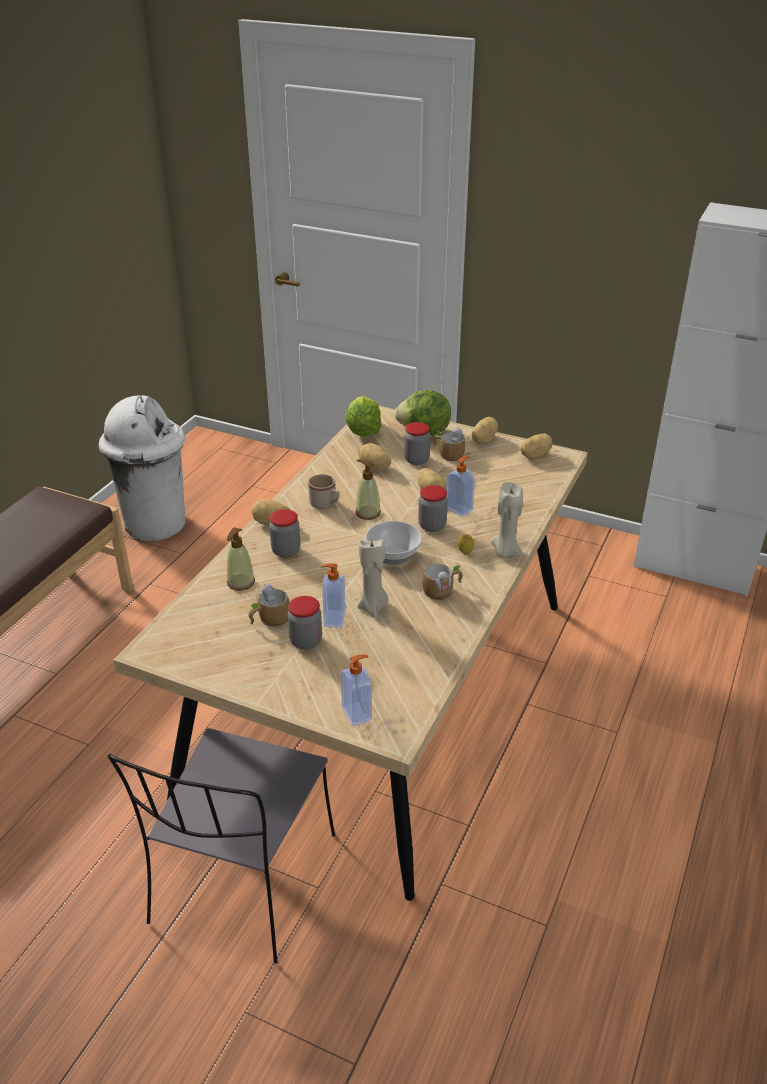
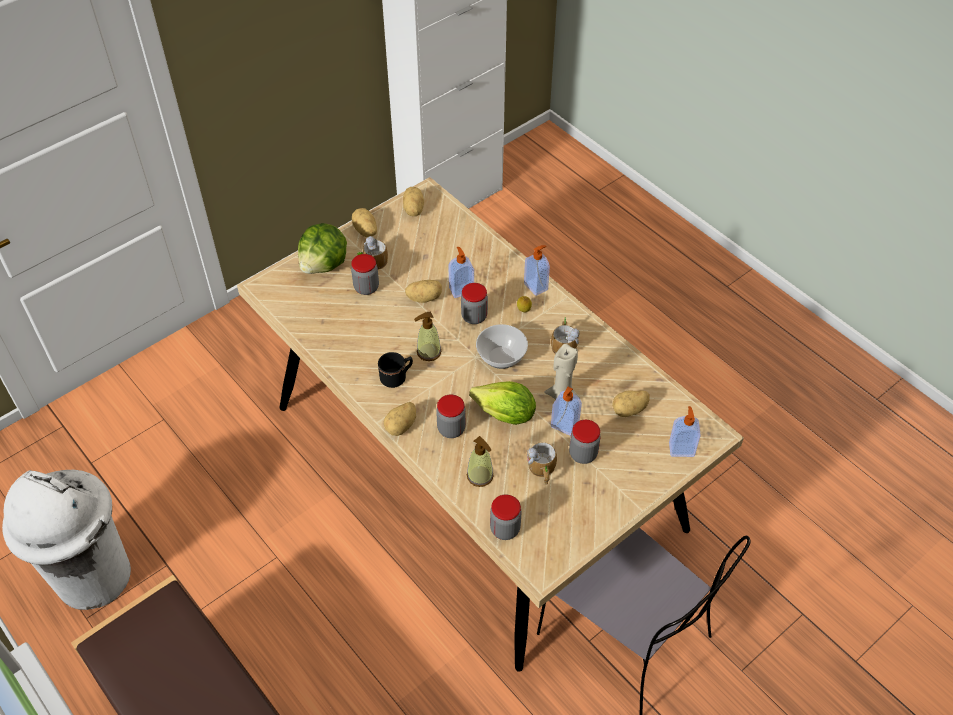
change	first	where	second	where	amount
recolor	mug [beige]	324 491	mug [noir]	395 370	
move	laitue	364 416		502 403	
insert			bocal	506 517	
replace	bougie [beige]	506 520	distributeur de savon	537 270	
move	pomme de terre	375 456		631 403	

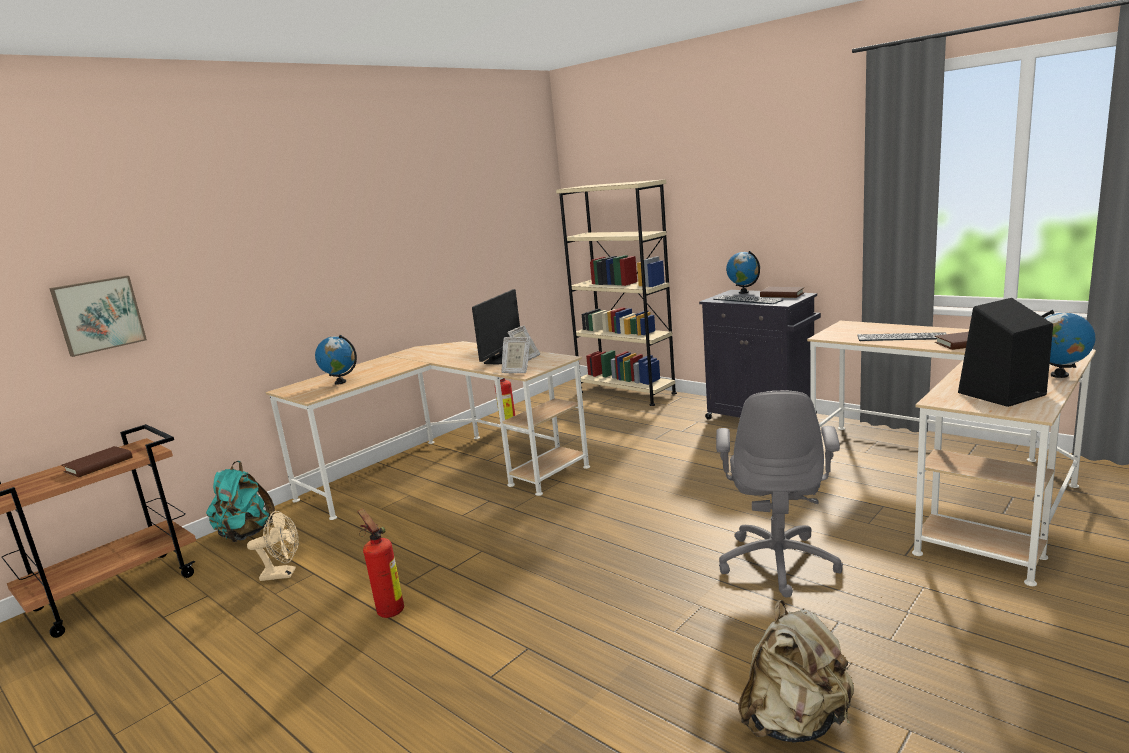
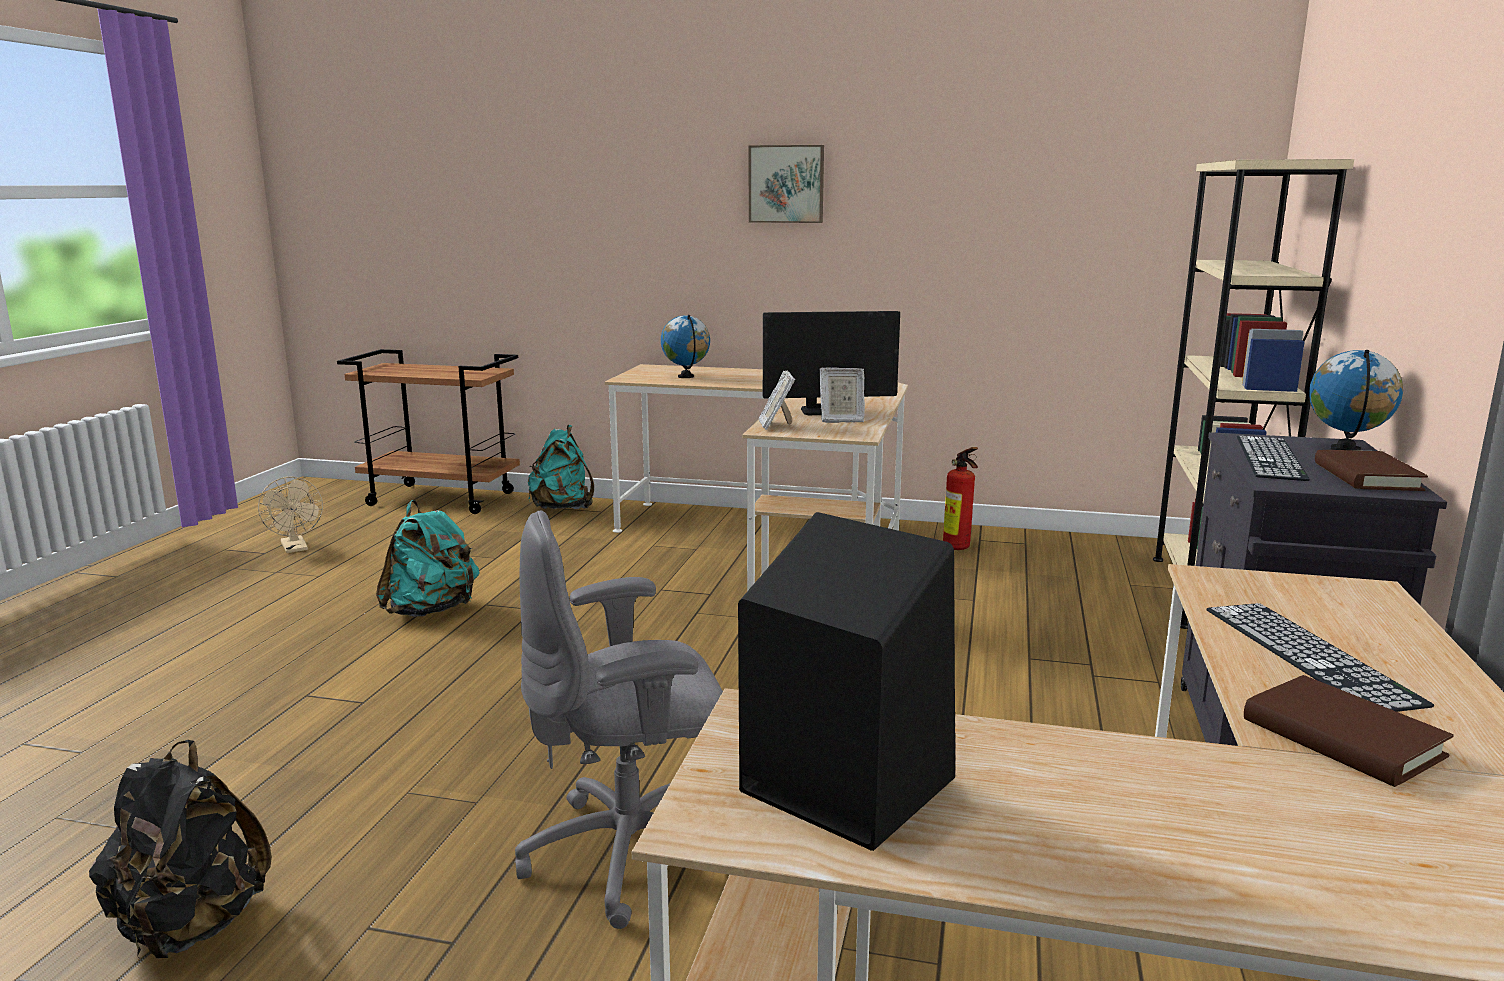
change	first	where	second	where	amount
recolor	sac à dos [beige]	796 671	sac à dos [noir]	180 849	
move	ventilateur [beige]	273 546		290 514	
replace	extincteur	380 563	sac à dos [turquoise]	427 558	
move	tableau	98 316		786 184	
delete	livre [marron]	97 461			
delete	globe	1068 344			

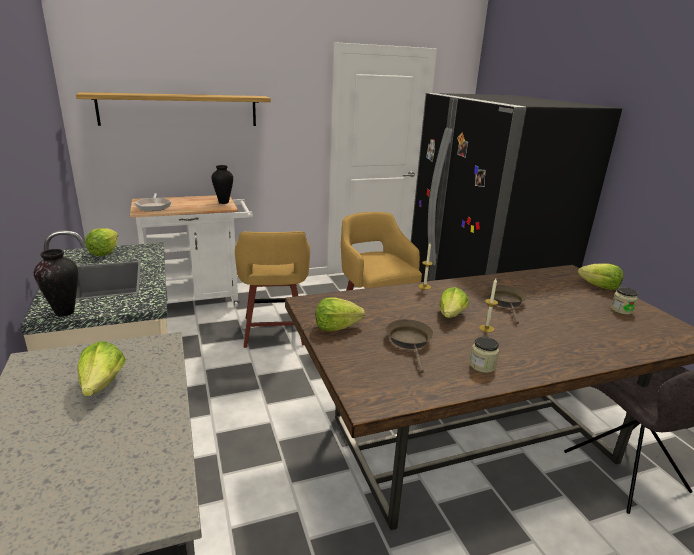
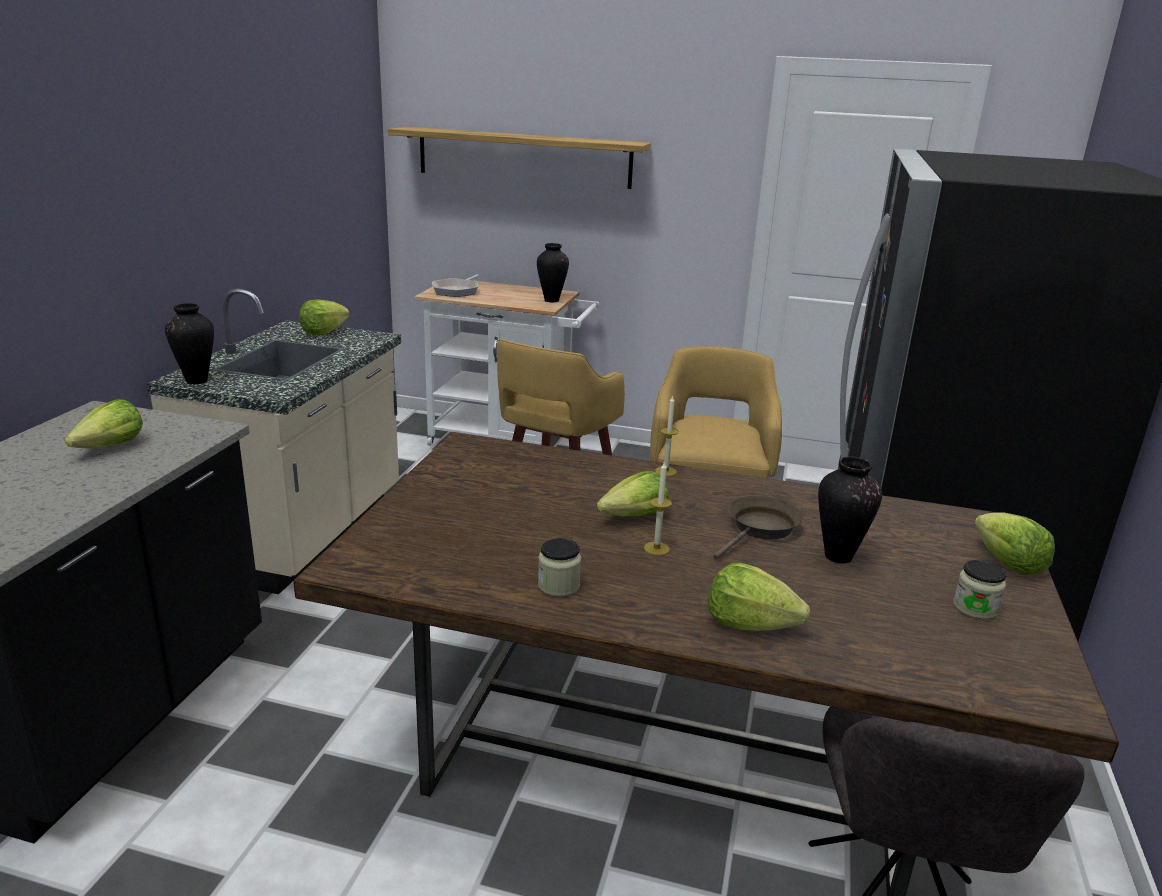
change	first	where	second	where	amount
move	laitue	340 314		759 597	
insert			vase	850 510	
delete	poêle [marron]	409 346			

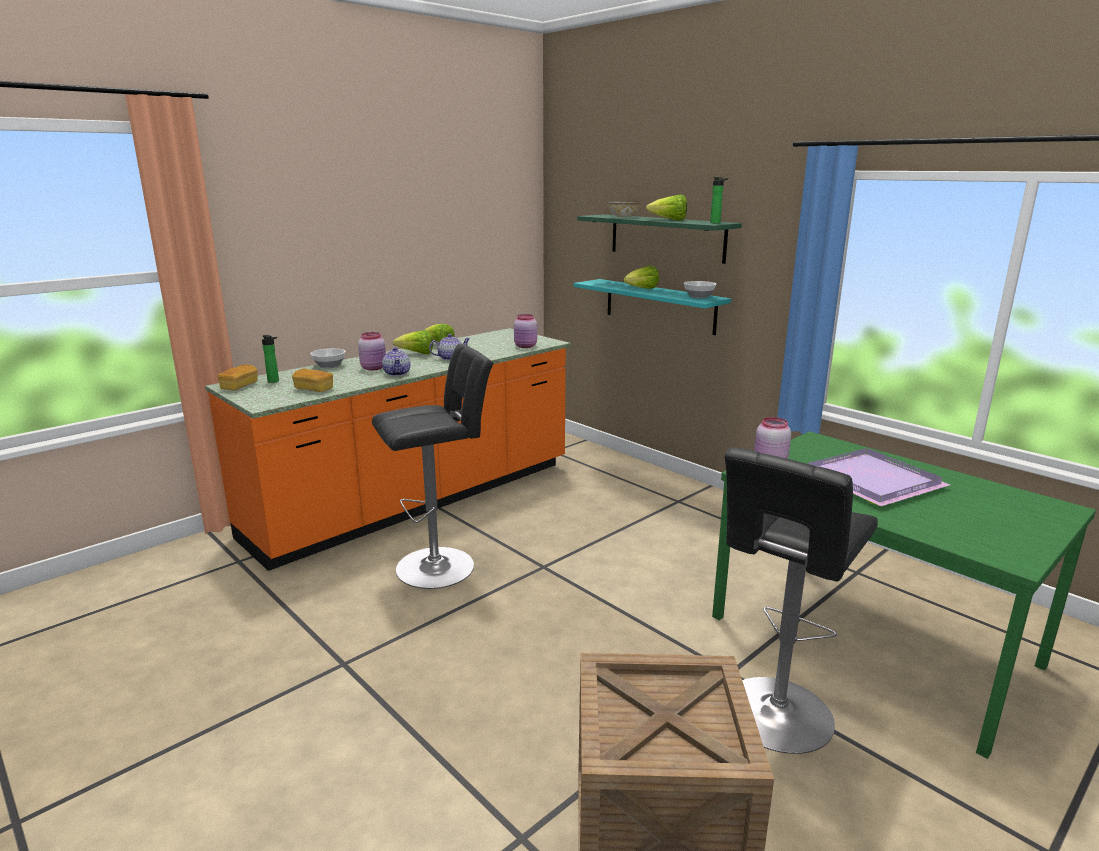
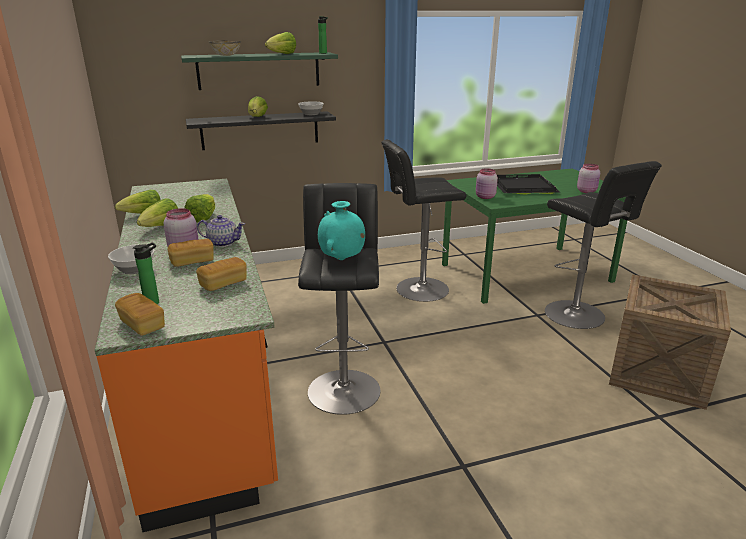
change	first	where	second	where	amount
insert			pain	191 253	
replace	théière	450 347	laitue	199 208	
recolor	étagère [turquoise]	652 307	étagère [noir]	261 130	
insert			vase [turquoise]	341 230	
insert			tabouret [noir]	423 220	
recolor	plateau [violet]	879 477	plateau [noir]	528 184	
move	bocal [rose]	525 331		588 178	

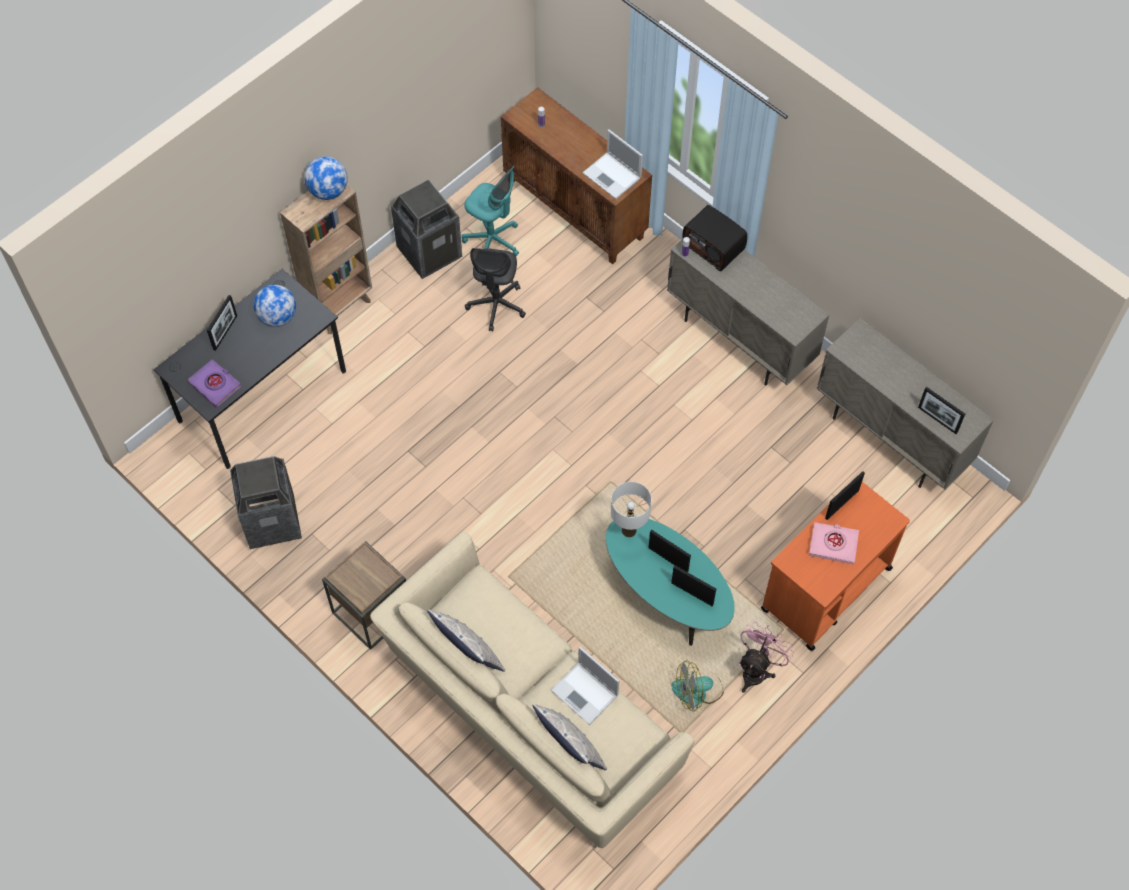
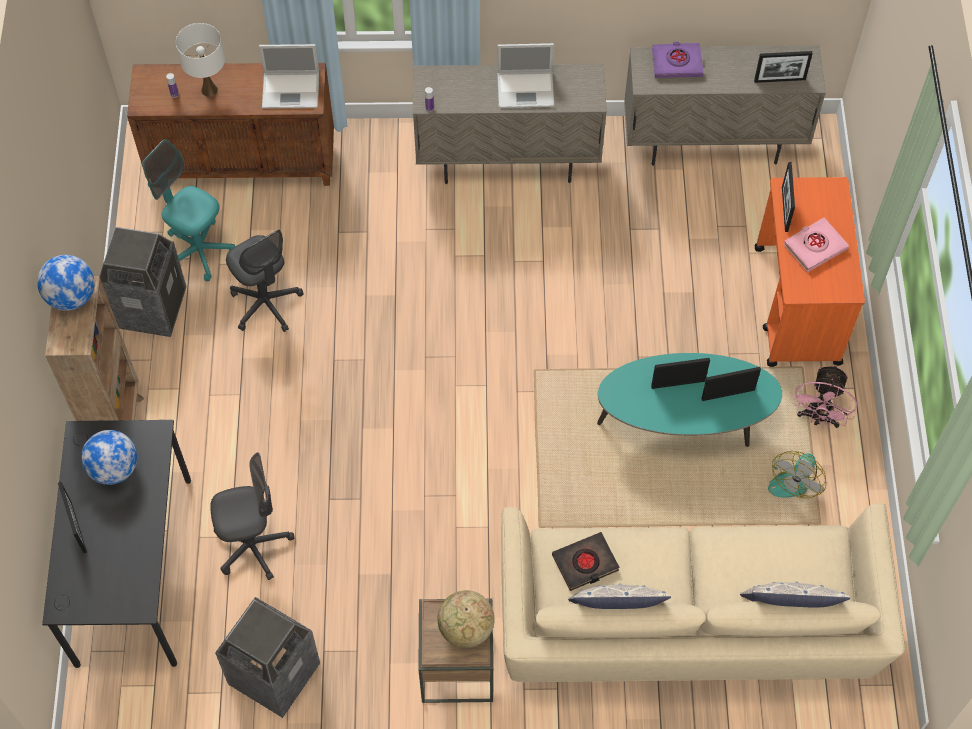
change	first	where	second	where	amount
rotate	chaise de bureau [turquoise]	490 210		188 210	135 degrees counterclockwise
move	lampe de table [blanc]	631 509		200 60	
insert			chaise de bureau [gris]	252 516	
insert			globe	466 619	
move	ordinateur portable	585 685		525 75	
insert			livre [noir]	586 561	
move	livre [violet]	214 383		678 60	
rotate	ventilateur [rose]	766 657		825 396	150 degrees counterclockwise
delete	radio	714 238			

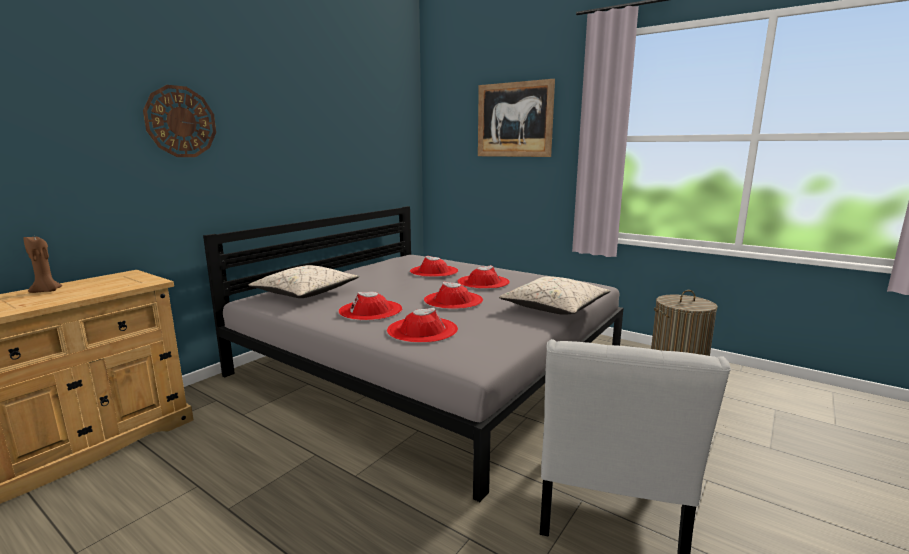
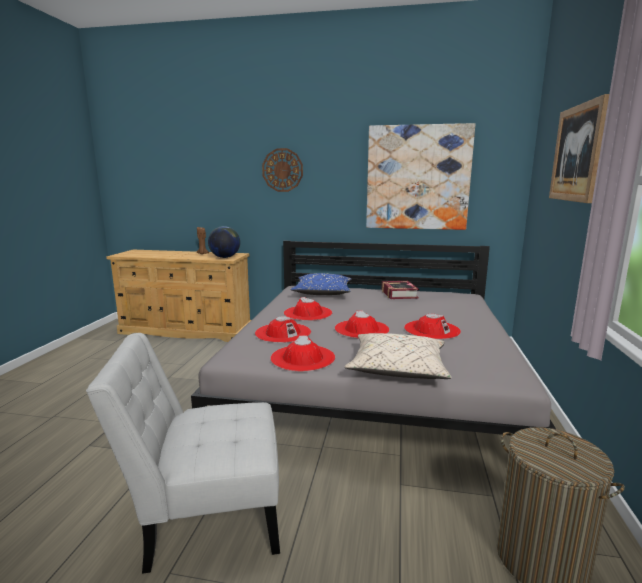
change	first	where	second	where	amount
insert			globe	224 242	
move	chapeau [rouge]	434 266		302 353	
recolor	coussin [beige]	303 281	coussin [bleu]	321 284	
insert			tableau	420 176	
insert			livre	400 290	

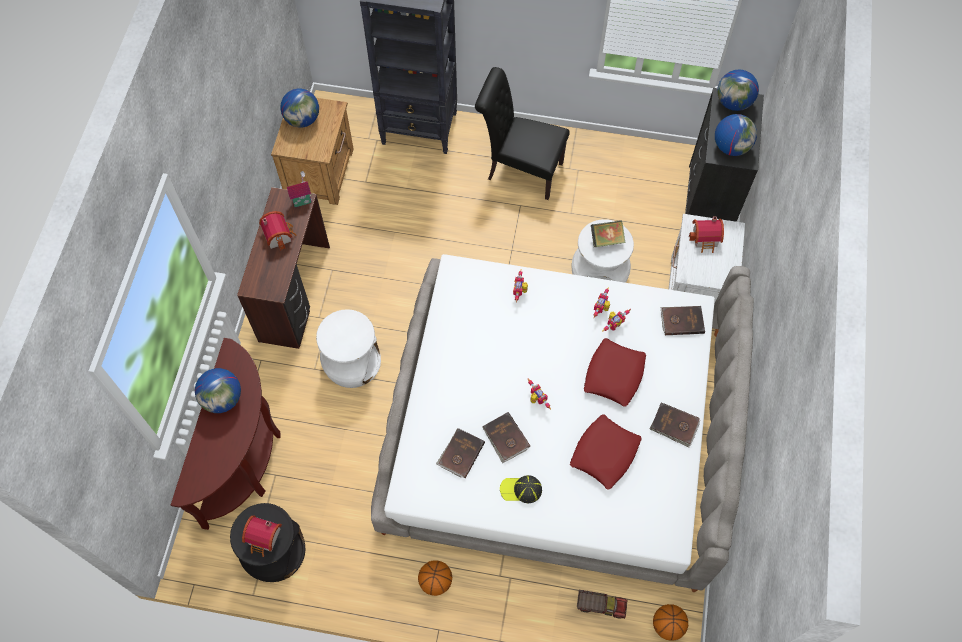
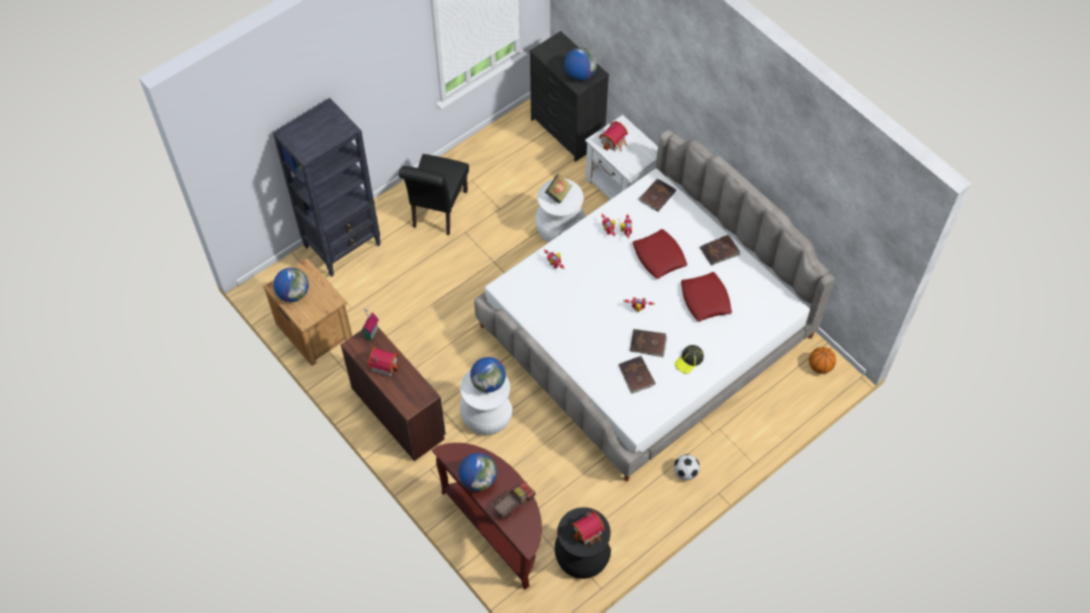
change	first	where	second	where	amount
rotate	chaise [noir]	522 133		434 194	45 degrees counterclockwise
move	globe	738 90		488 375	
move	camion jouet	602 604		514 500	
replace	ballon de basket	435 578	ballon de foot	687 467	

